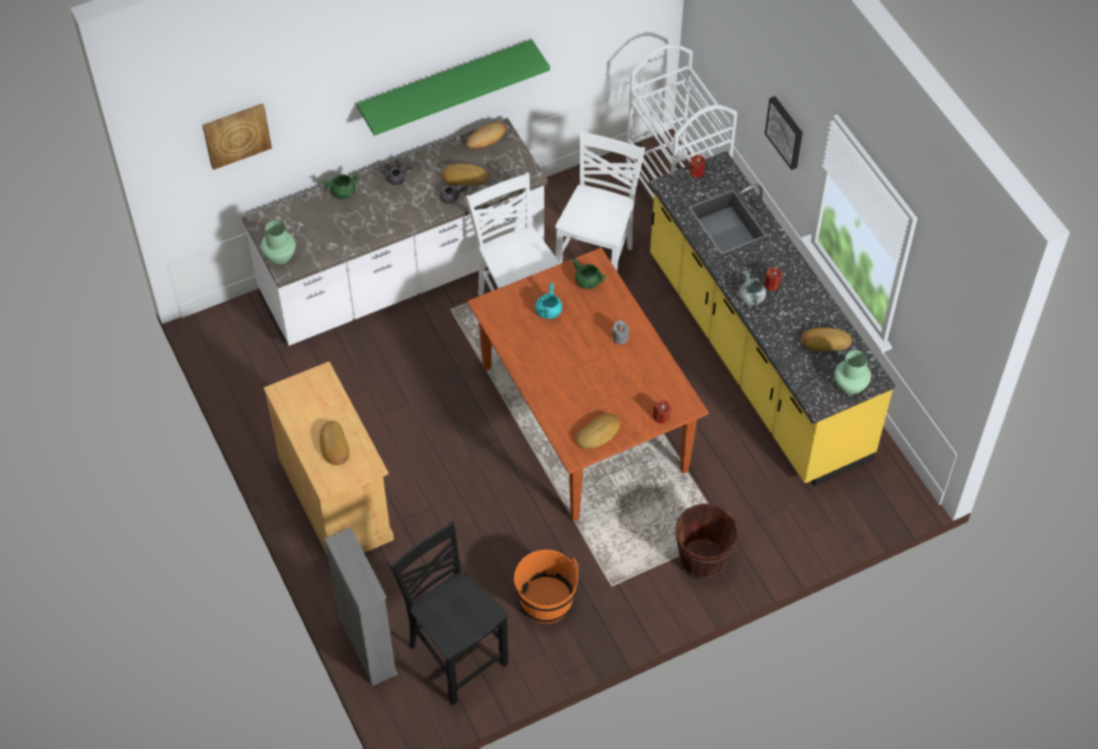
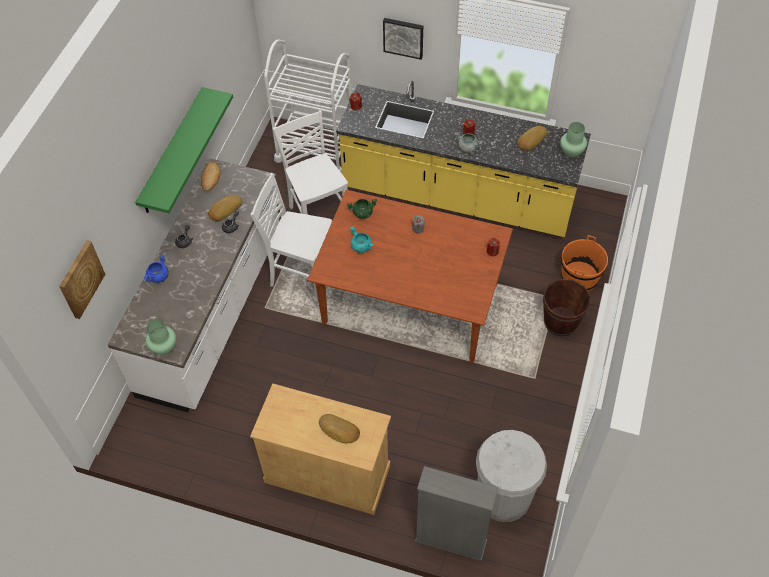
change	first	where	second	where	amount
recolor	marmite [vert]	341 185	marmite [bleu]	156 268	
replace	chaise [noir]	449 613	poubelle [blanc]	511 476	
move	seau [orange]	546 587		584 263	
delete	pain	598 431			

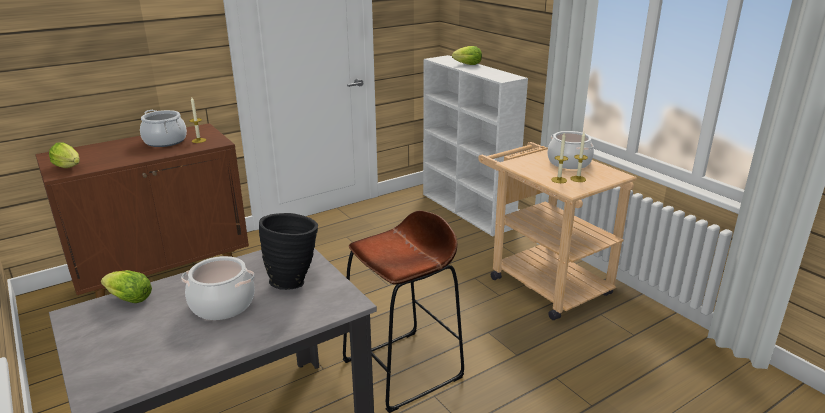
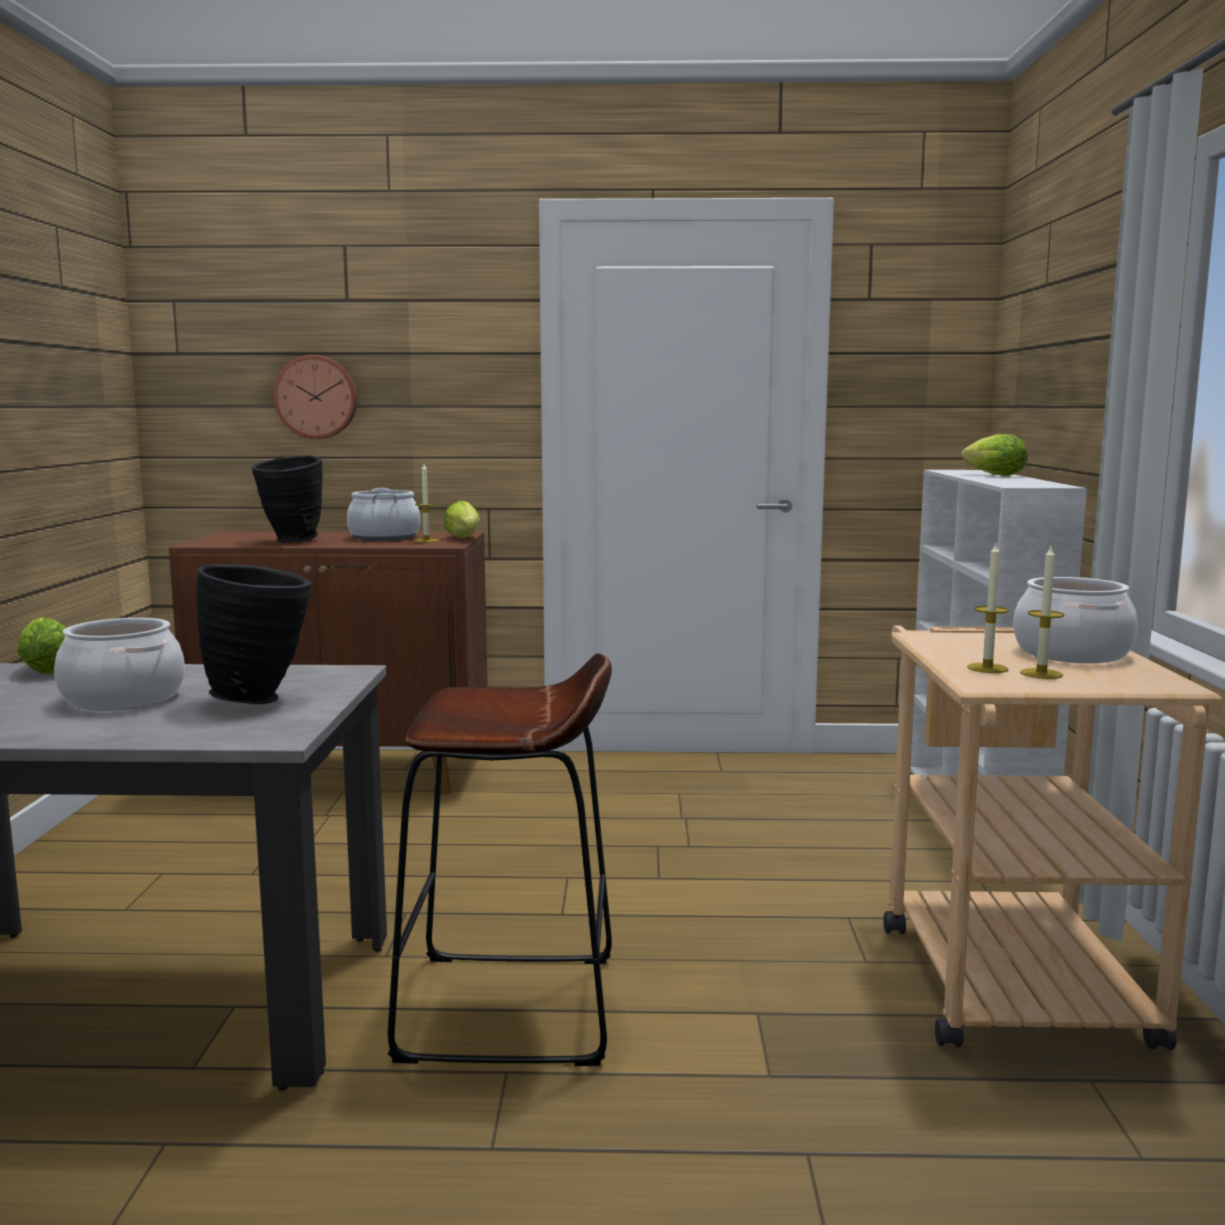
change	first	where	second	where	amount
insert			vase [noir]	287 499	
insert			horloge murale	315 397	
move	laitue	64 155		462 519	

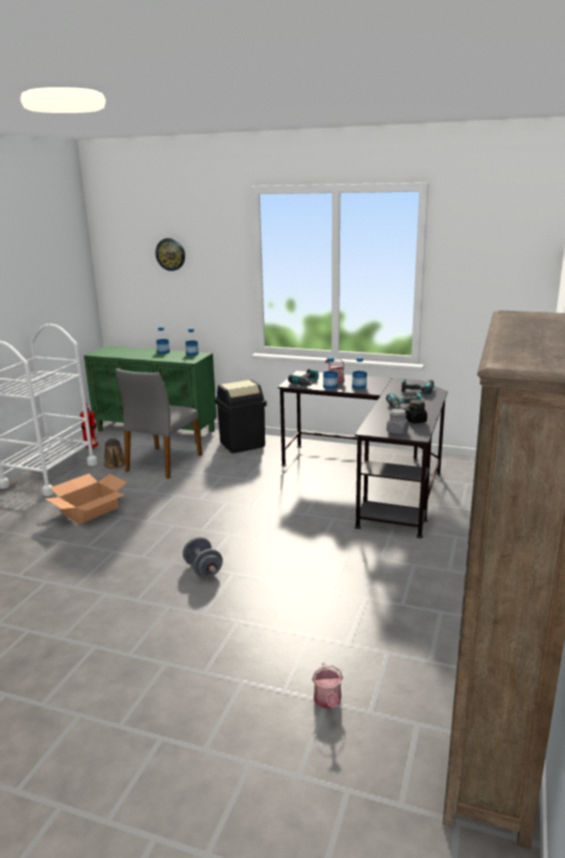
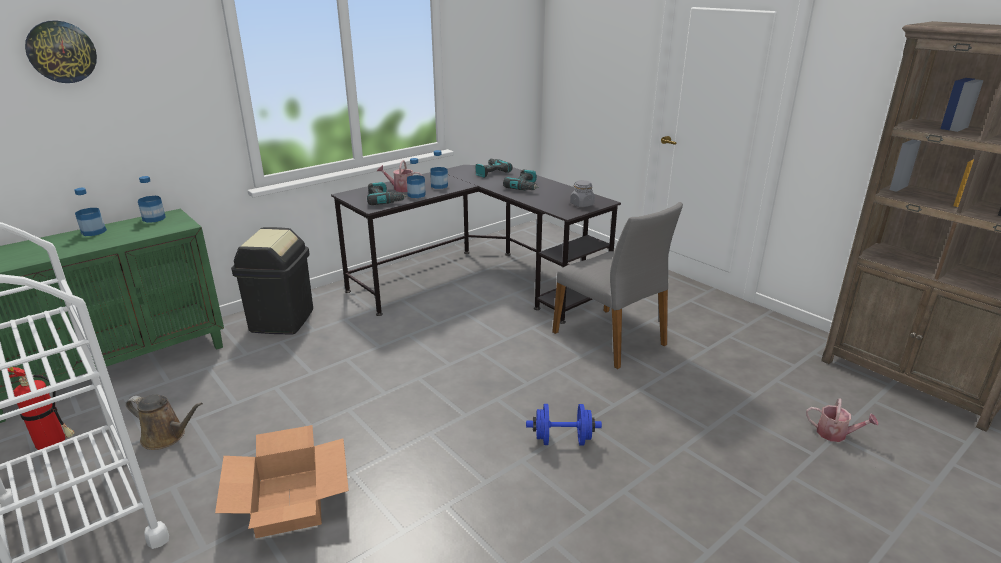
change	first	where	second	where	amount
recolor	haltère [gris]	203 557	haltère [bleu]	564 425	
move	chaise [gris]	158 423		617 285	
delete	bocal [noir]	416 411			

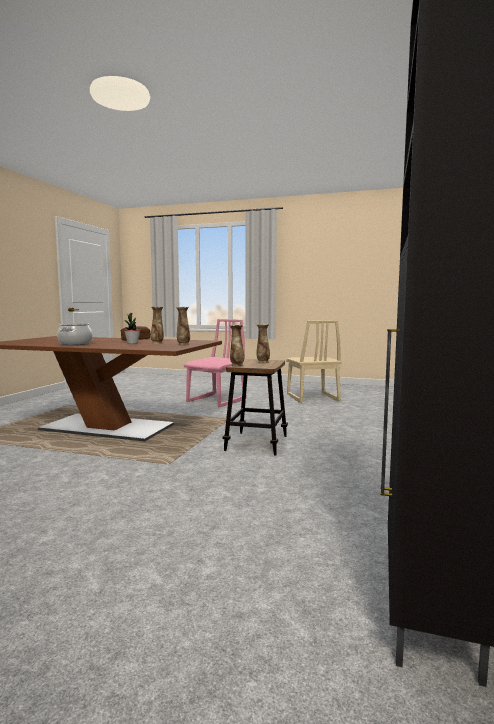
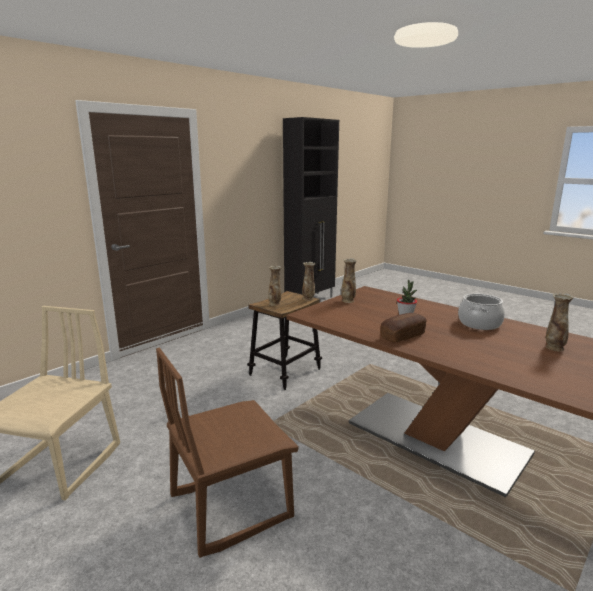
change	first	where	second	where	amount
recolor	chaise [rose]	214 363	chaise [marron]	227 453	
move	vase	157 325		560 322	

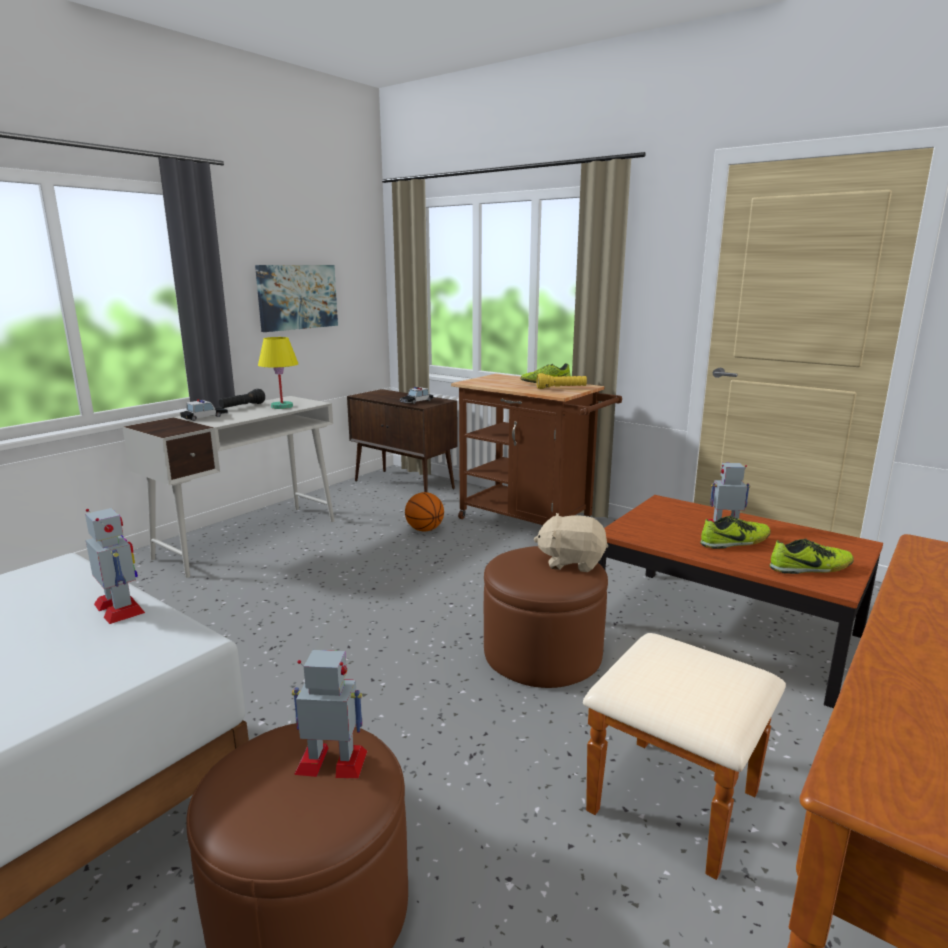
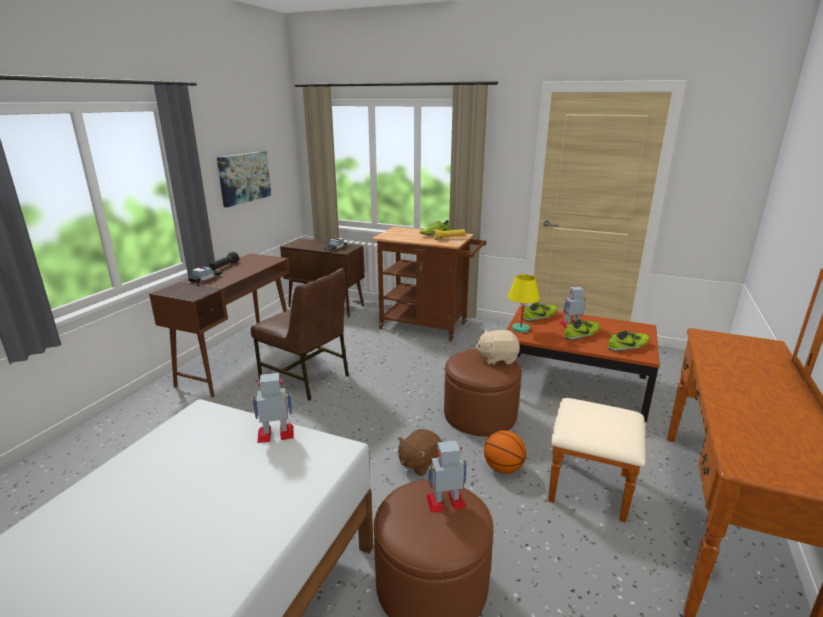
change	first	where	second	where	amount
recolor	bureau [blanc]	228 487	bureau [marron]	219 325	
insert			chaise [marron]	300 334	
rotate	robot jouet	115 566		273 408	45 degrees counterclockwise
insert			peluche [marron]	420 452	
move	ballon de basket	424 512		505 452	
move	lampe de table [jaune]	278 373		524 303	
insert			chaussure	540 311	

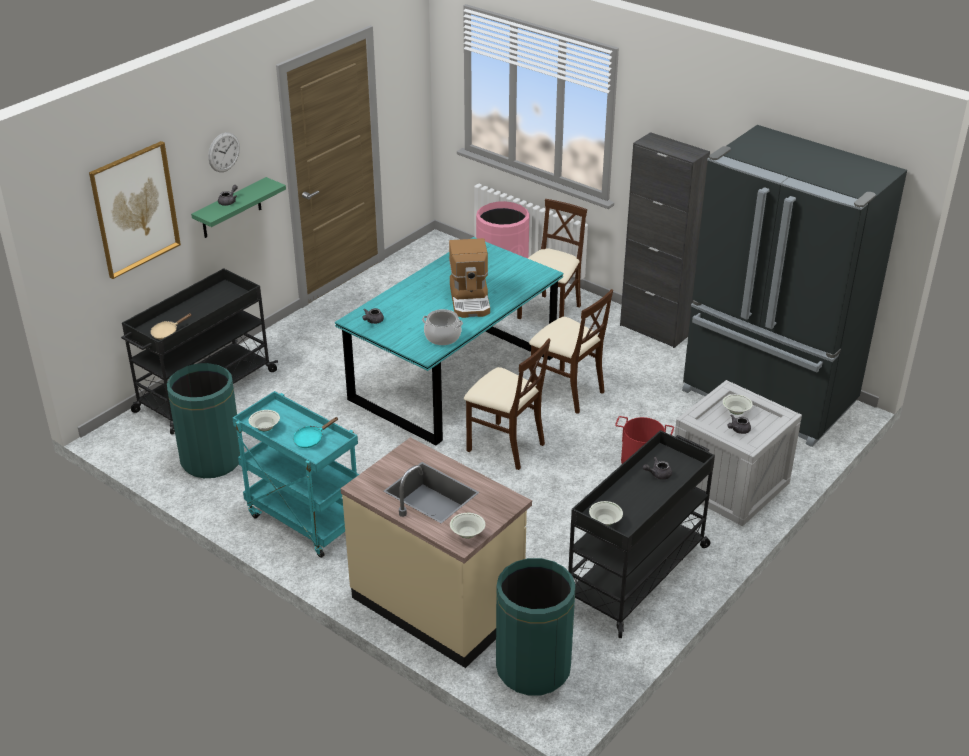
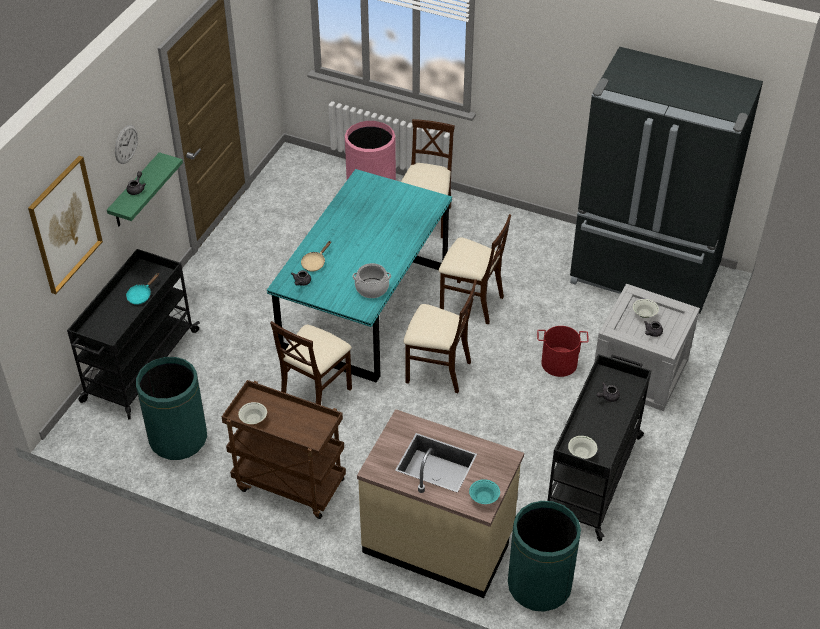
change	first	where	second	where	amount
move	poêle [turquoise]	315 432		142 289	
recolor	chariot [turquoise]	295 474	chariot [marron]	284 449	
insert			chaise [beige]	311 363	
move	poêle [beige]	171 326		316 256	
recolor	bol [blanc]	467 525	bol [turquoise]	484 491	
delete	machine à café	469 278			
delete	meuble de rangement [noir]	665 240			

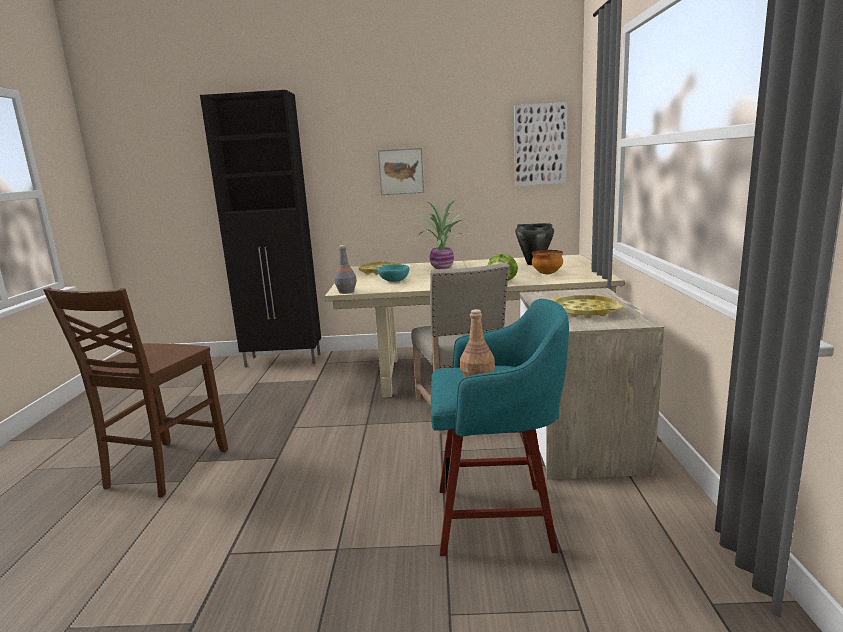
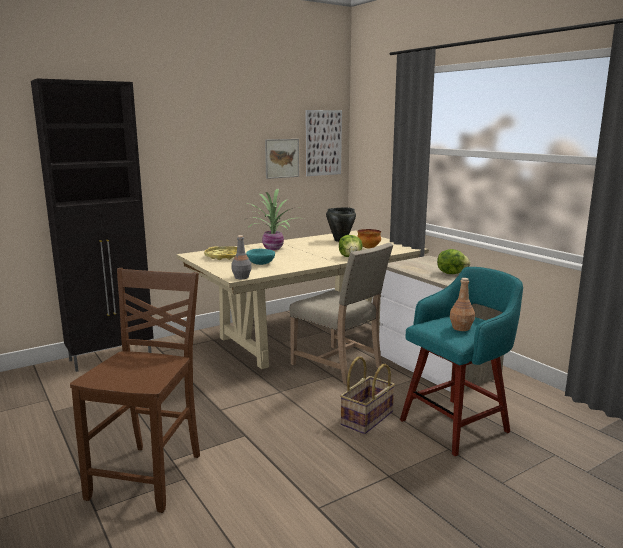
change	first	where	second	where	amount
rotate	chaise [marron]	135 392		135 390	150 degrees counterclockwise
move	tableau	401 171		282 159	
insert			panier	367 395	
replace	plateau [jaune]	587 306	laitue	454 261	

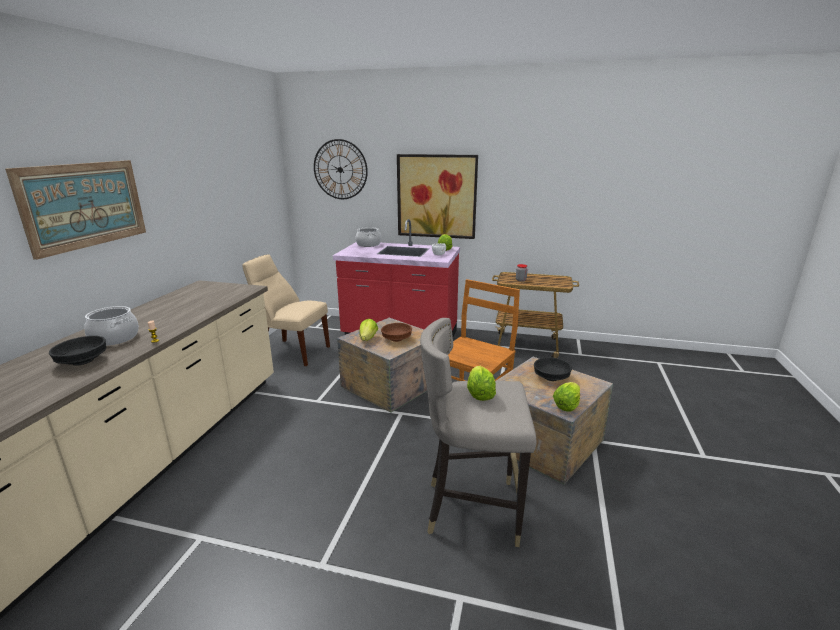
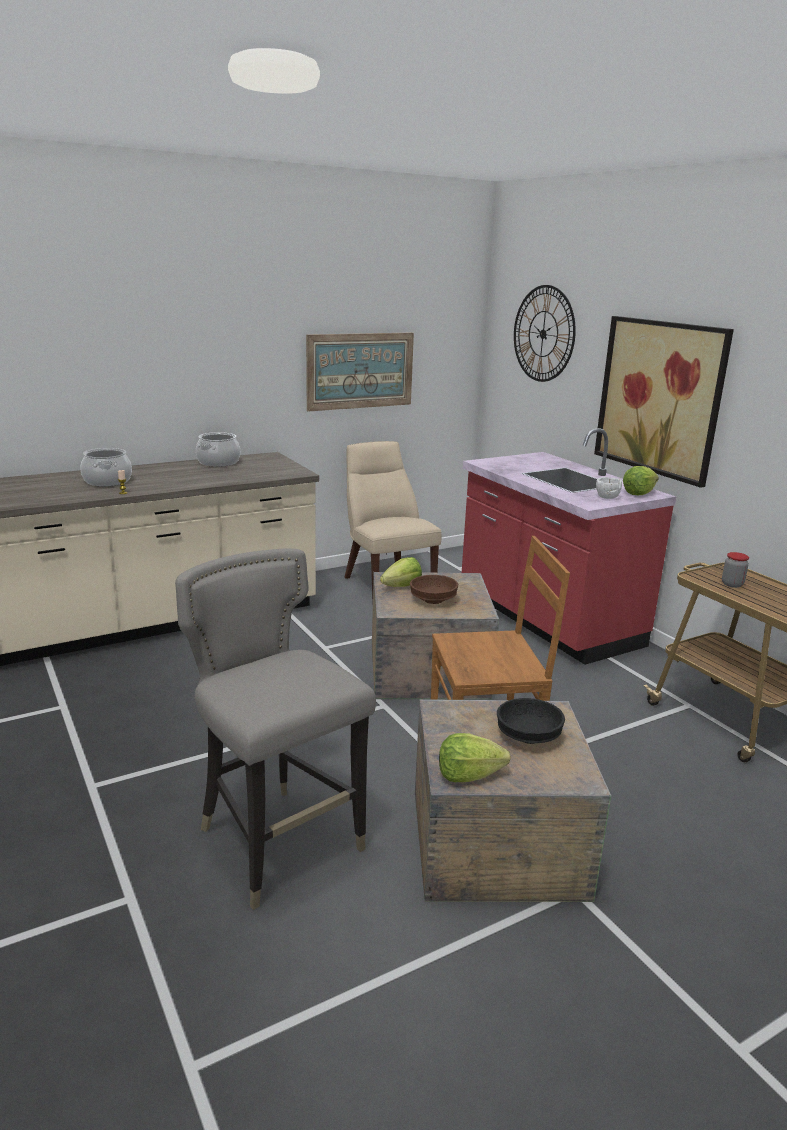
change	first	where	second	where	amount
move	marmite	368 237		218 449	
move	tableau	75 210		360 372	
delete	bol [noir]	77 351			
delete	laitue	481 383			

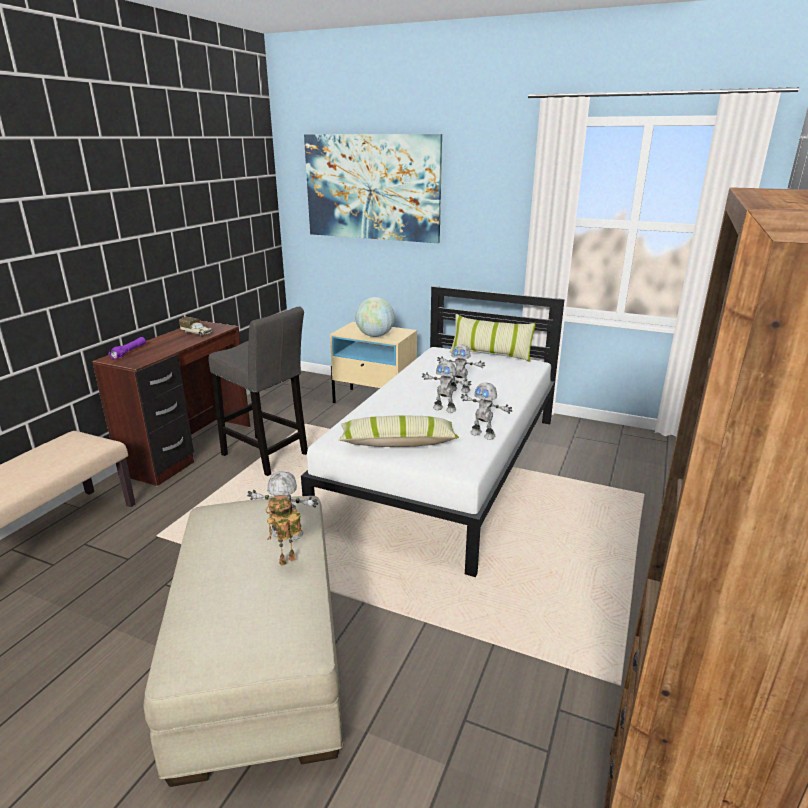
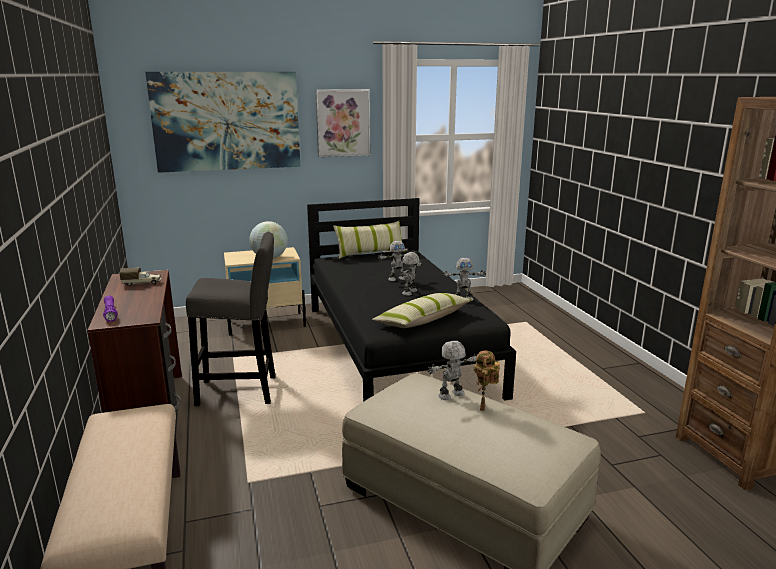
change	first	where	second	where	amount
recolor	lit [blanc]	433 431	lit [noir]	411 300	
insert			tableau	342 123	
rotate	robot jouet	447 387		411 274	135 degrees clockwise

